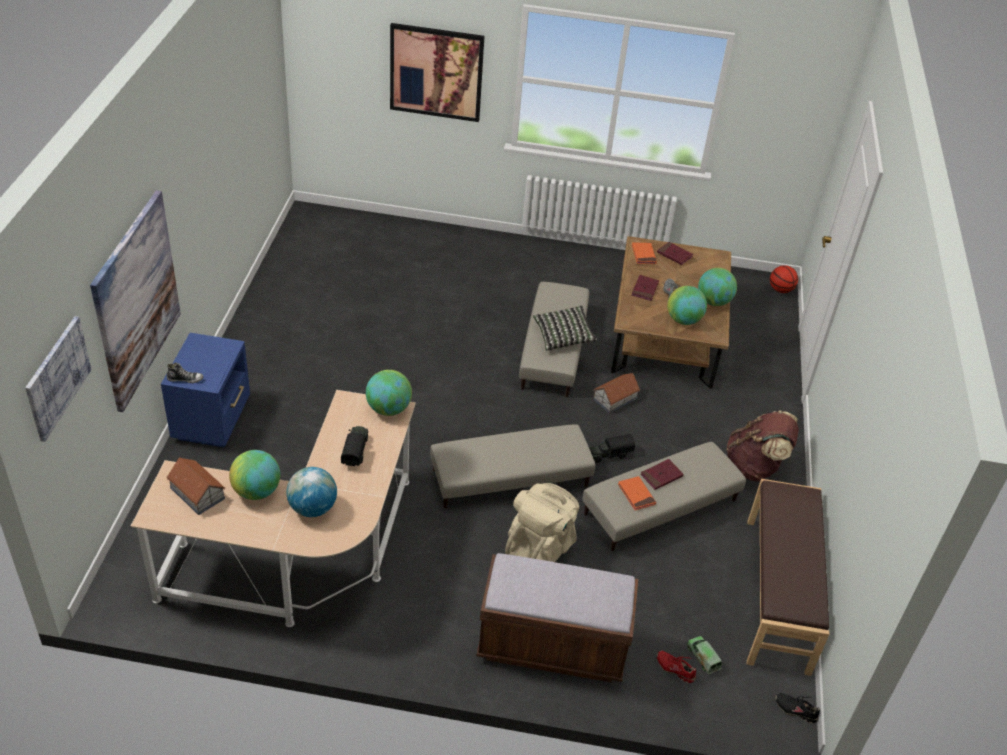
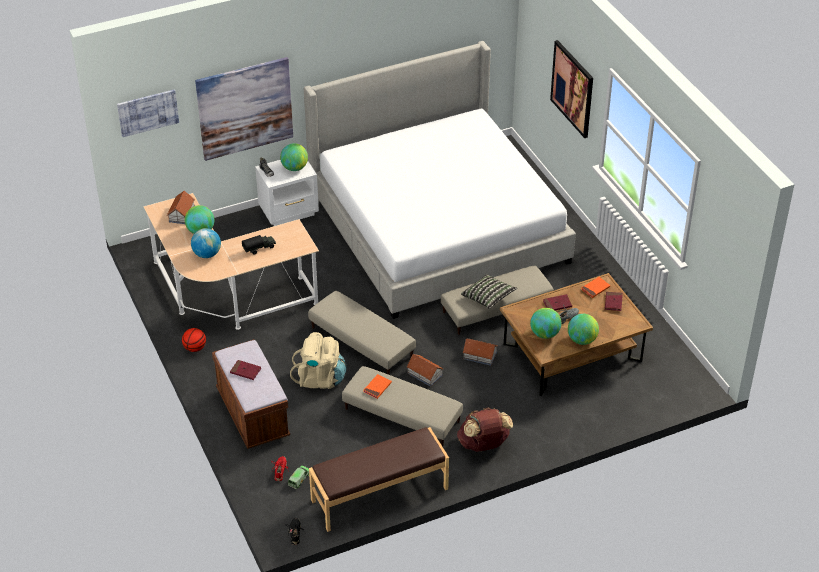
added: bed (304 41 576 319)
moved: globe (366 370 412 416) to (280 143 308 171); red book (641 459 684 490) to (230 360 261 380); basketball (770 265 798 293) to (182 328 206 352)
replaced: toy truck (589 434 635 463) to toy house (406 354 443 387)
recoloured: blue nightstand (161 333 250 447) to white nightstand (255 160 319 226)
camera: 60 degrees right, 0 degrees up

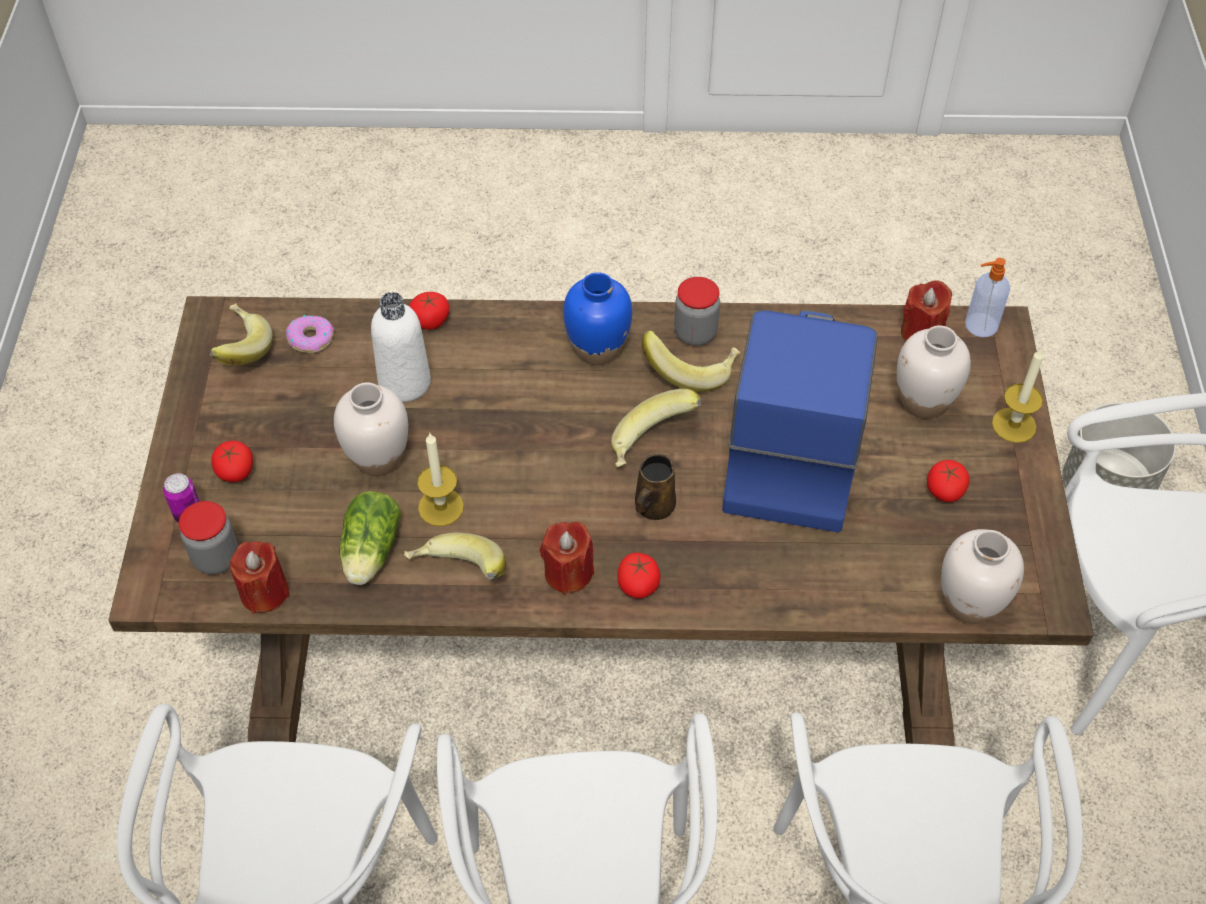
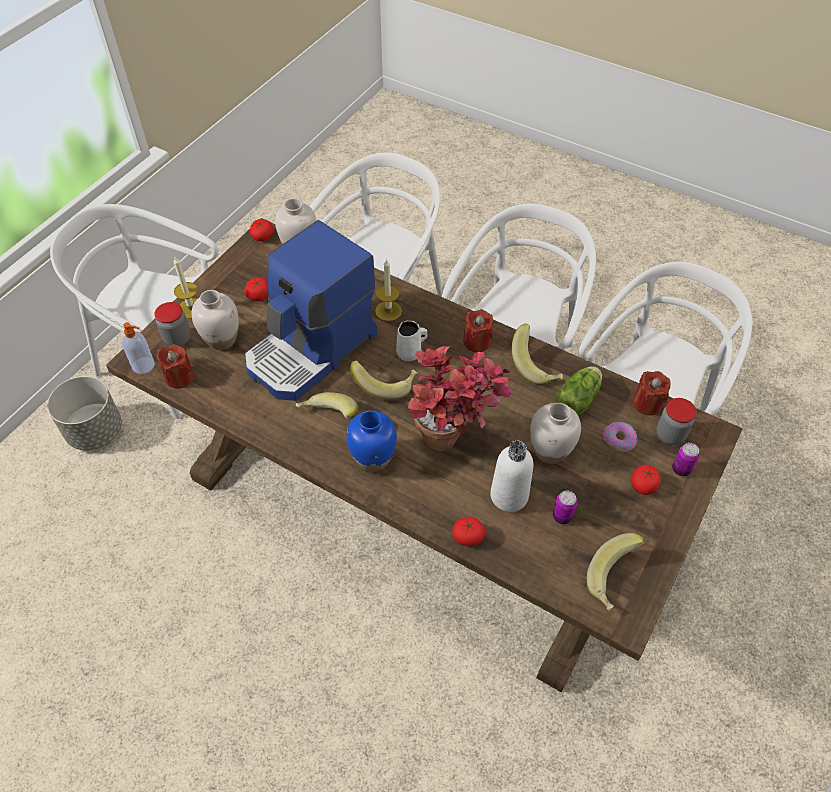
added: potted plant (408 346 511 452); can (553 491 577 524)
moved: donut (286 315 334 353) to (603 422 637 452); candle (417 433 464 526) to (375 260 402 321); tomato (618 553 660 599) to (250 219 274 241); jar (674 277 720 346) to (154 302 191 346)
recoloured: brown mug (635 454 676 520) to white mug (396 320 427 361)
camera: 150 degrees left, 0 degrees up

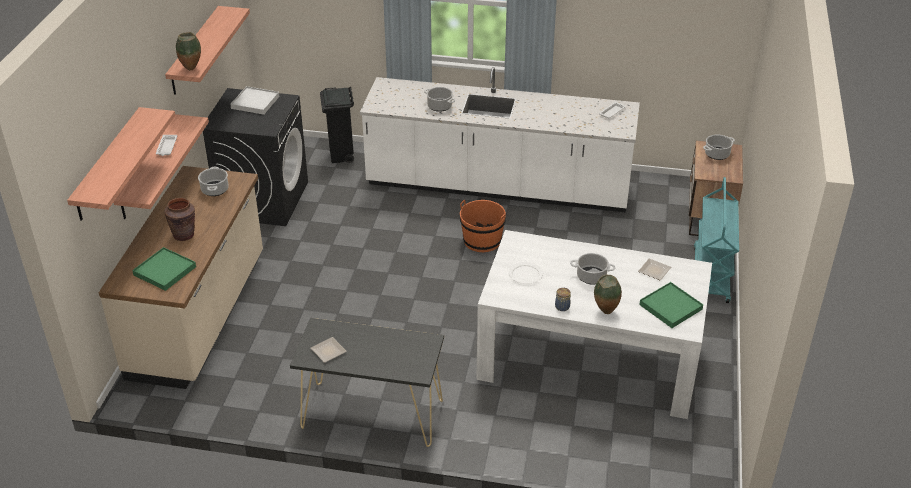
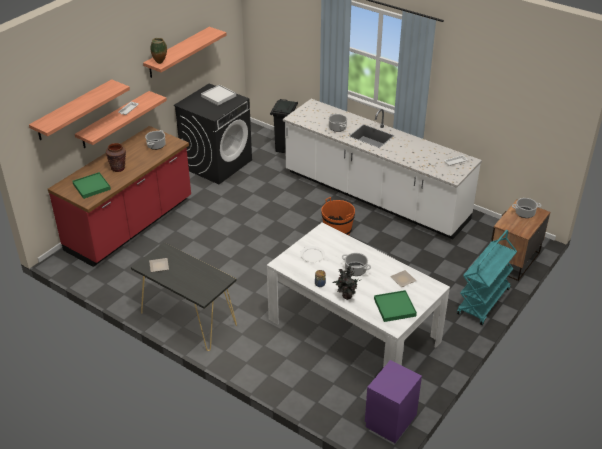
added: purple nightstand (365 360 422 443)
replaced: vase (594 275 622 314) to potted plant (332 264 362 300)
recoloured: beige counter (99 166 263 389) to red counter (48 126 191 267)
camera: 25 degrees right, 0 degrees up

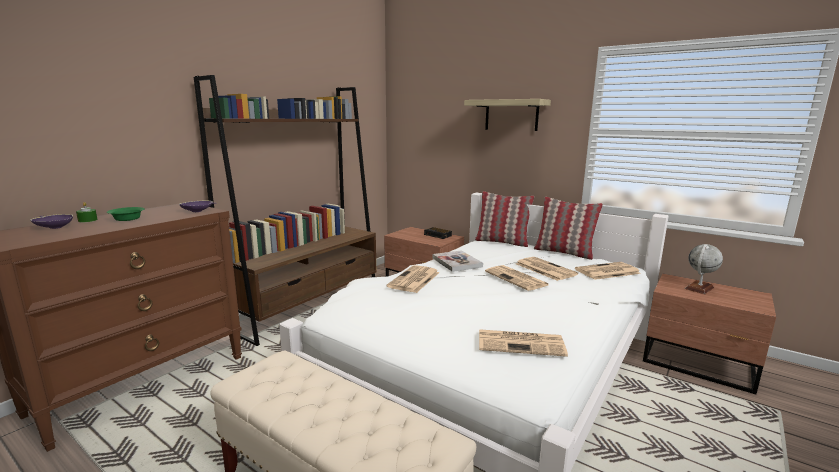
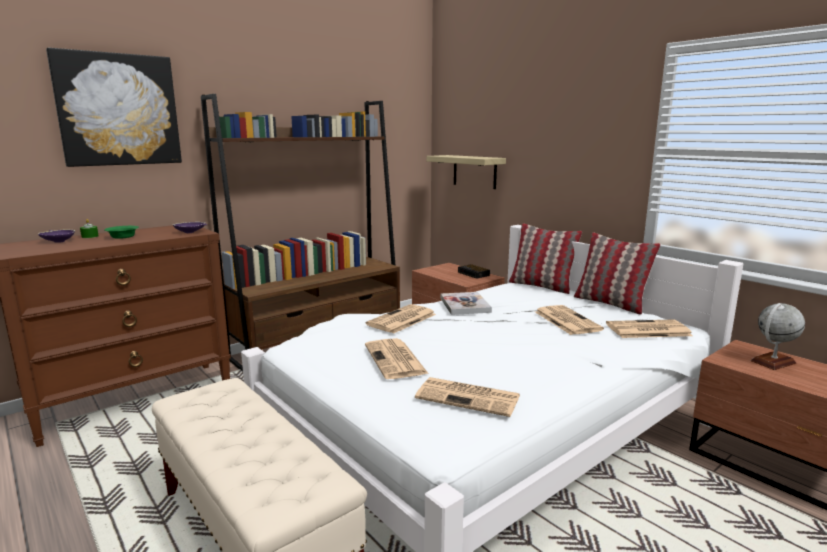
added: picture (46 48 182 167)
moved: shelf (464 99 551 131) to (427 155 506 189); newspaper (485 265 549 291) to (365 338 429 379)
camera: 15 degrees right, 0 degrees up

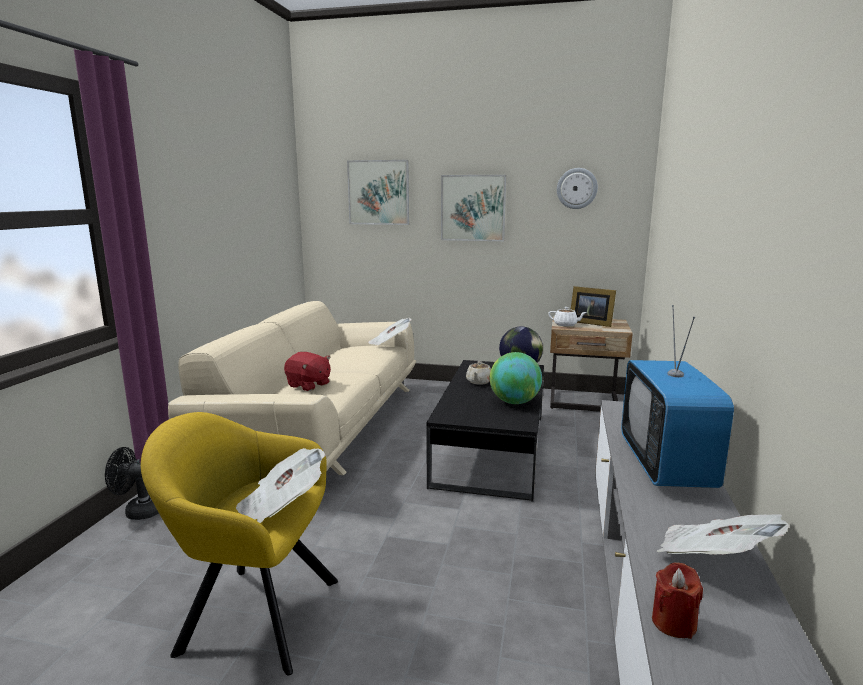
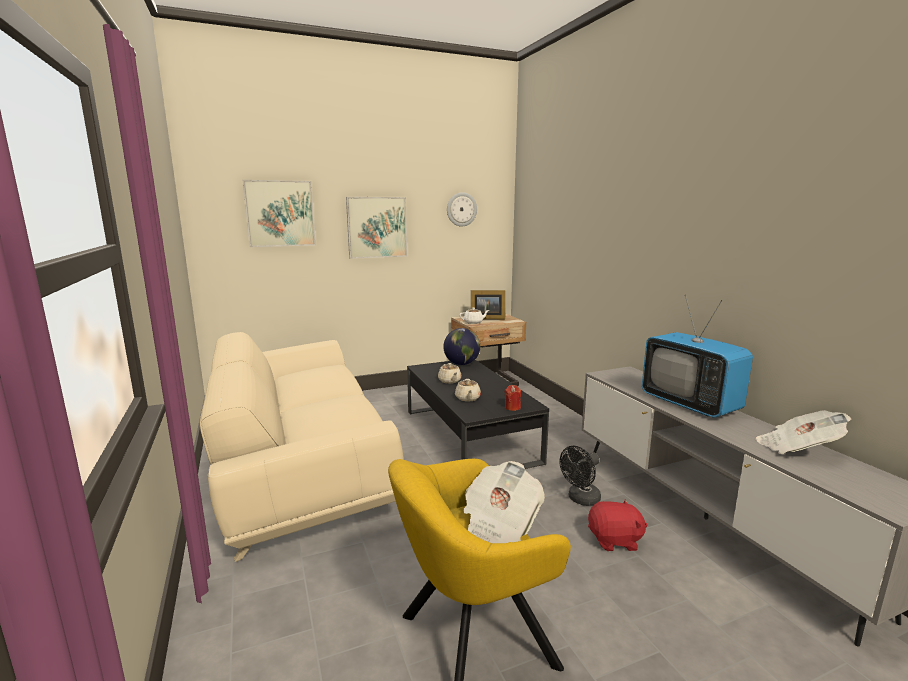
removed: newspaper (368 318 412 346); globe (490 352 542 404)
added: beige teapot (455 379 481 402)
moved: black fan (105 447 159 520) to (560 446 601 506); red plush toy (284 352 331 391) to (588 499 648 551); red candle (652 562 703 639) to (505 385 521 411)
camera: 35 degrees left, 0 degrees up

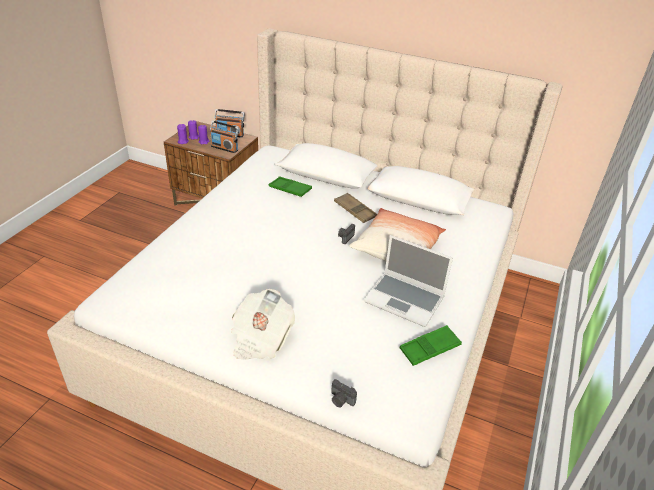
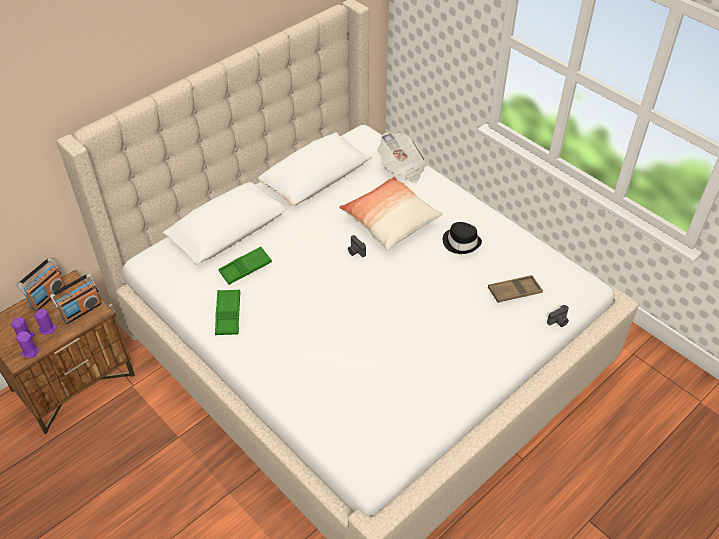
moved: newspaper (231 289 295 360) to (377 132 427 183); brown tray (334 193 377 223) to (488 275 543 303); green tray (400 325 462 366) to (215 289 240 335)
replaced: laptop (364 235 453 327) to black hat (443 222 482 254)
camera: 65 degrees left, 10 degrees up

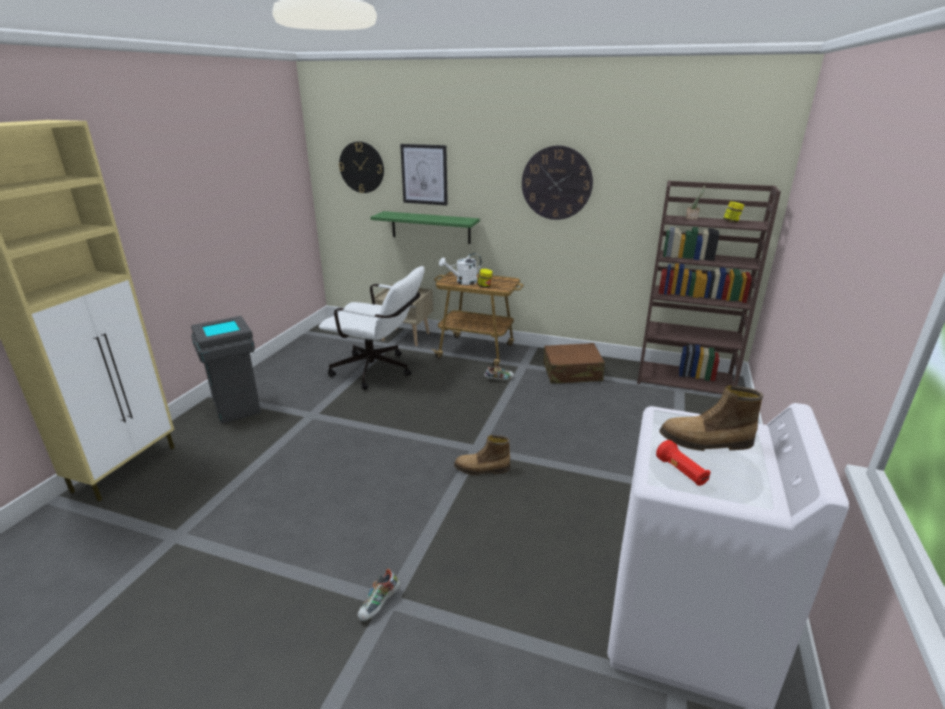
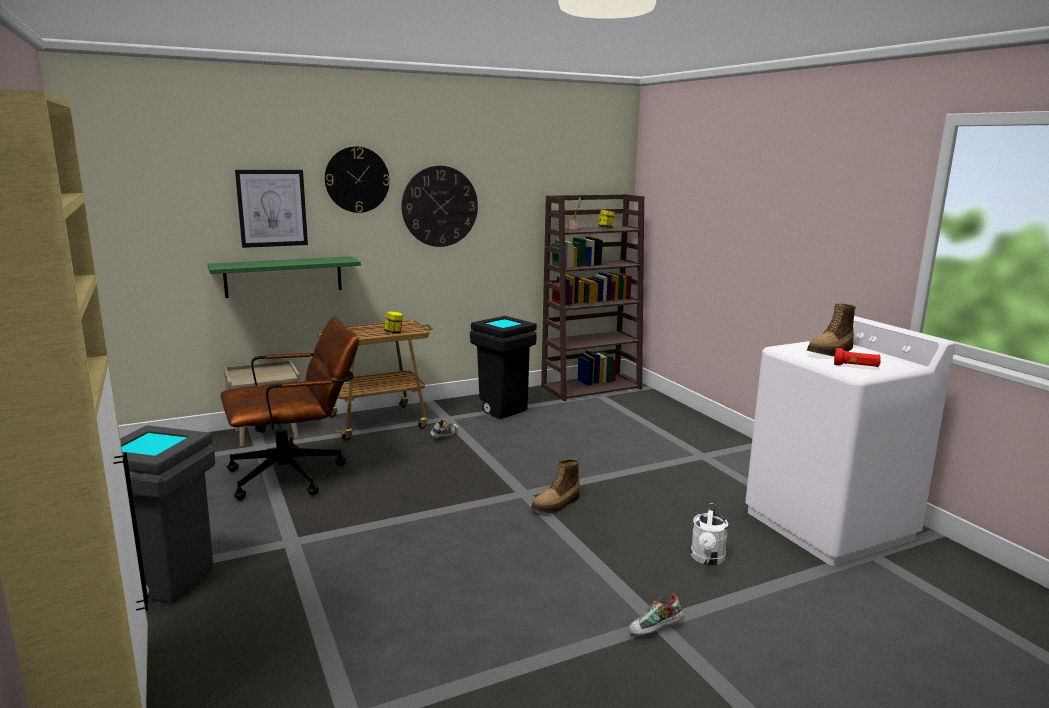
moved: wall clock (339 142 384 193) to (325 146 390 213); white watering can (439 253 481 285) to (690 503 728 565)
replaced: brown suitcase (543 343 605 384) to black trash can (470 316 537 419)
recoloured: white office chair (319 266 425 390) to brown office chair (220 316 359 500)
turned: shoe (358 568 400 621) = (629 593 684 635) 75 degrees clockwise
camera: 45 degrees left, 10 degrees down

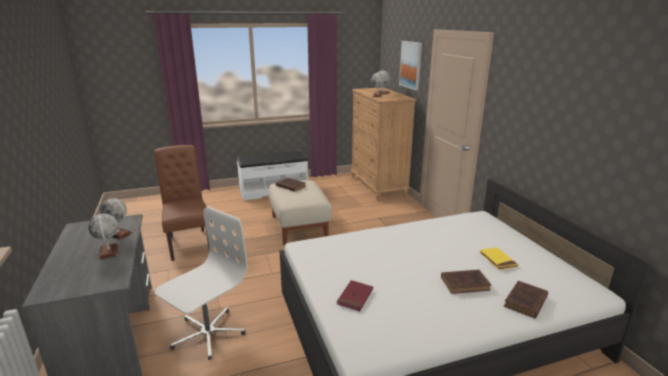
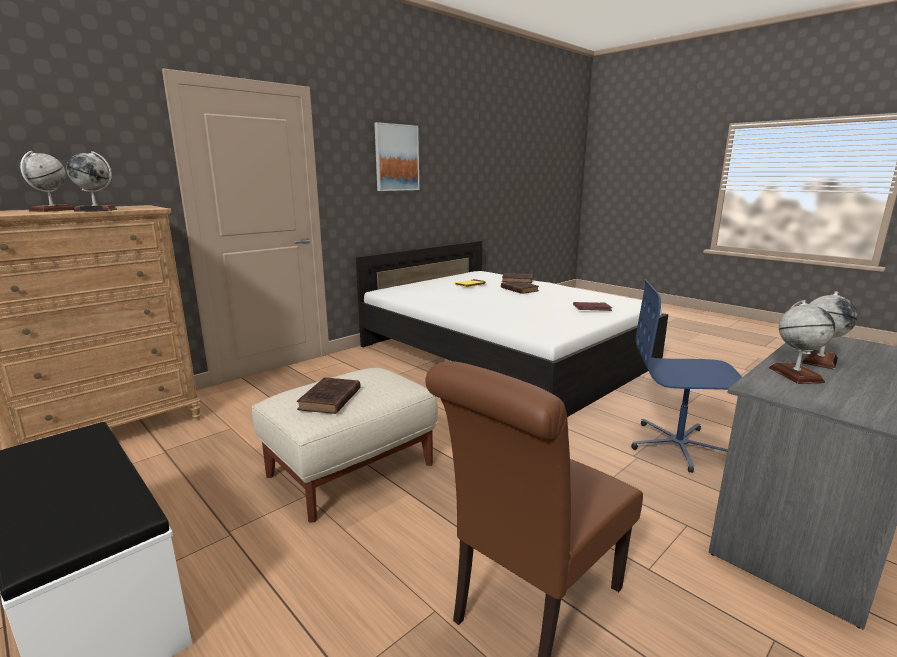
moved: picture (399 41 422 90) to (374 122 419 191)
recoloured: white office chair (155 207 247 360) to blue office chair (631 279 742 473)
camera: 115 degrees left, 5 degrees down

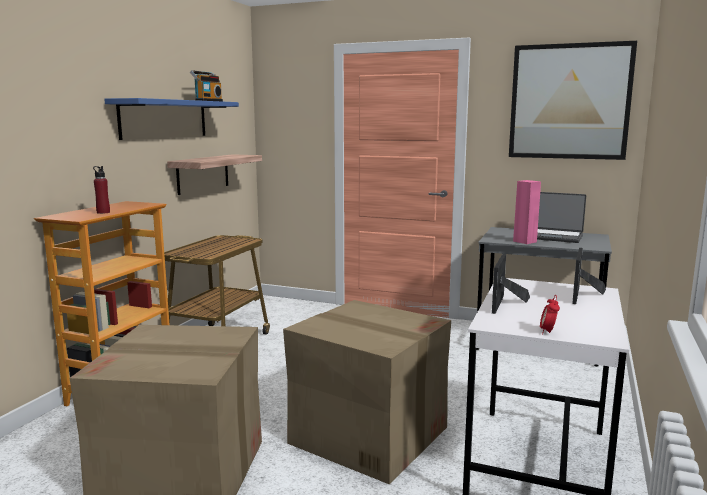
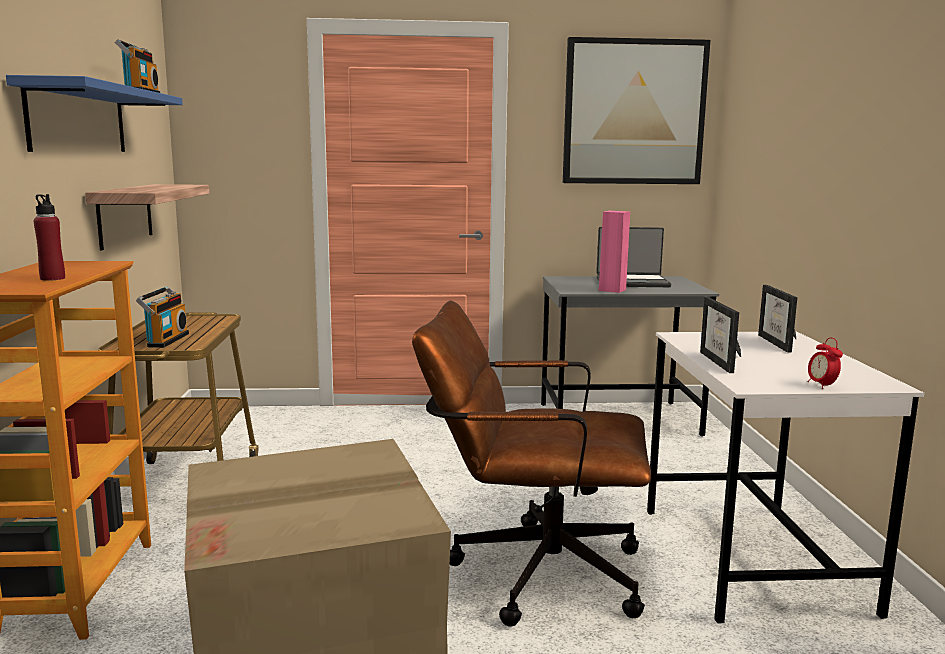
added: radio (136 286 189 348)
replaced: cardboard box (283 300 451 485) to brown office chair (412 300 651 627)
camera: 25 degrees left, 0 degrees up

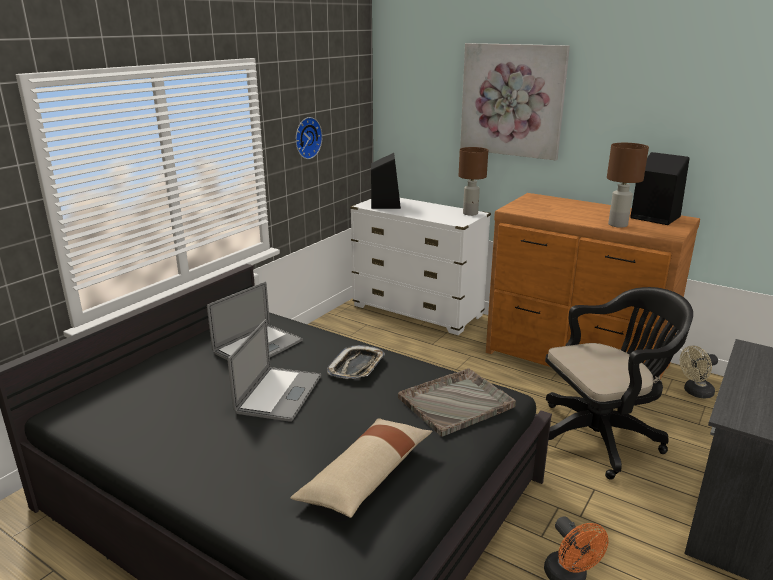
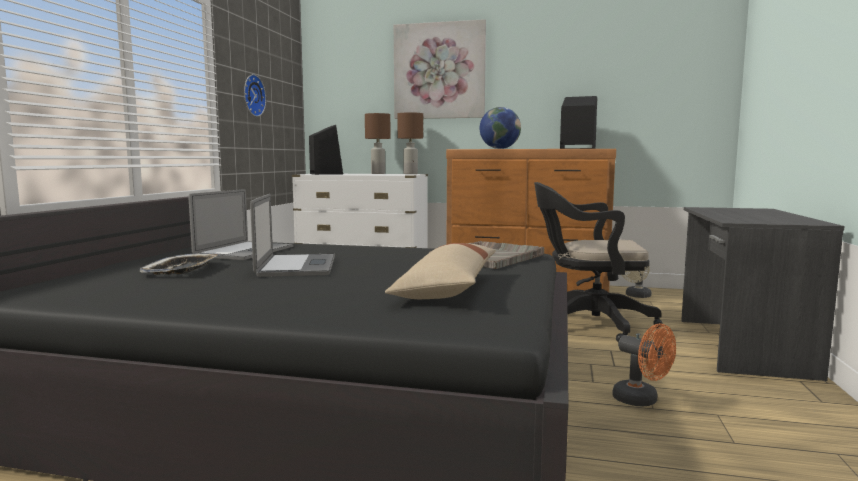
added: globe (480 107 521 149)
moved: tray (327 345 385 379) to (140 253 220 275); brown table lamp (607 143 649 228) to (365 113 391 174)
turned: black office chair (545 287 693 480) = (534 182 662 342) 135 degrees counterclockwise
camera: 20 degrees left, 15 degrees down

